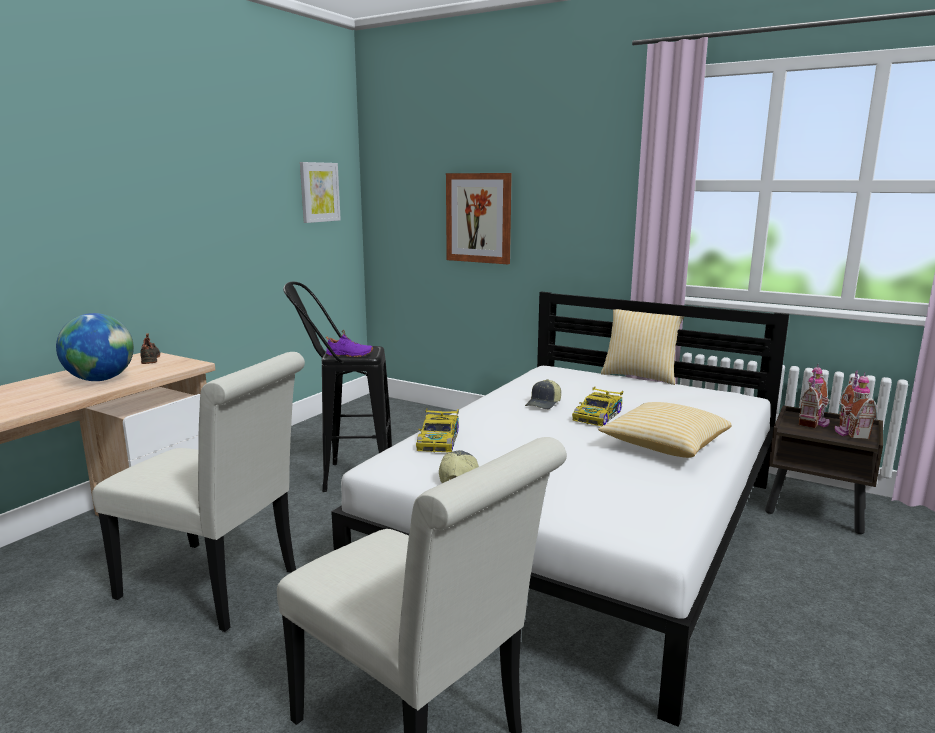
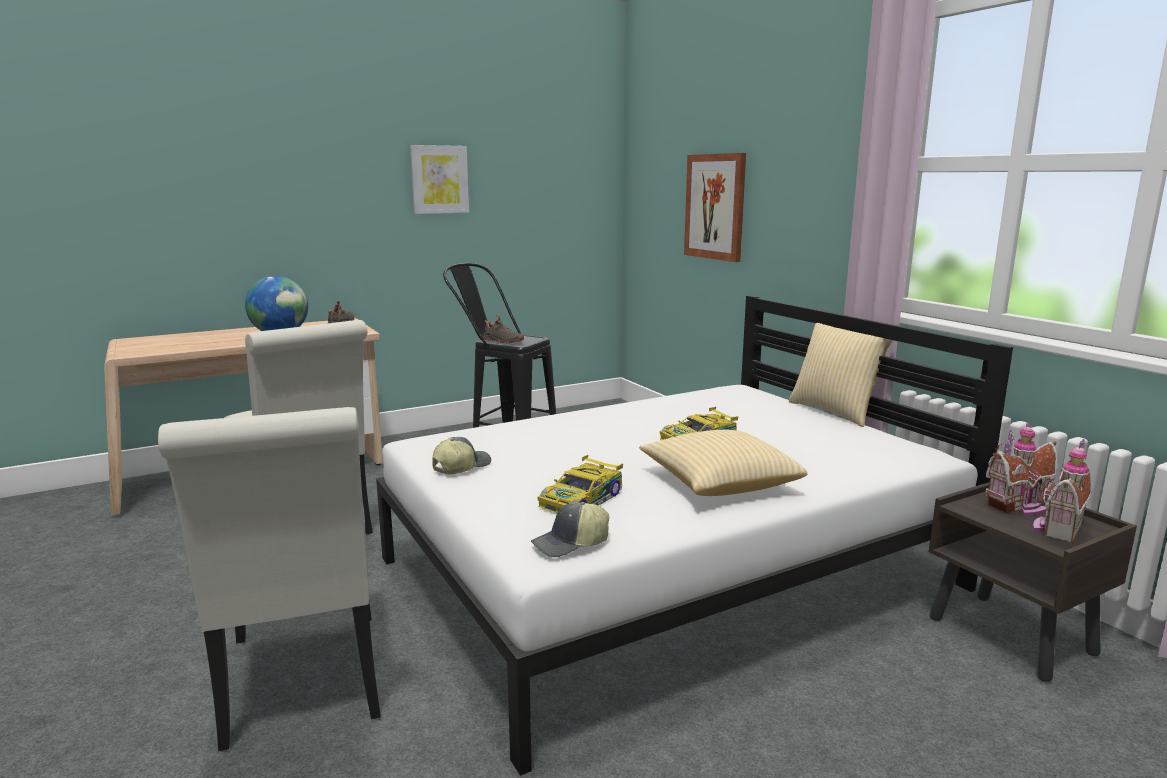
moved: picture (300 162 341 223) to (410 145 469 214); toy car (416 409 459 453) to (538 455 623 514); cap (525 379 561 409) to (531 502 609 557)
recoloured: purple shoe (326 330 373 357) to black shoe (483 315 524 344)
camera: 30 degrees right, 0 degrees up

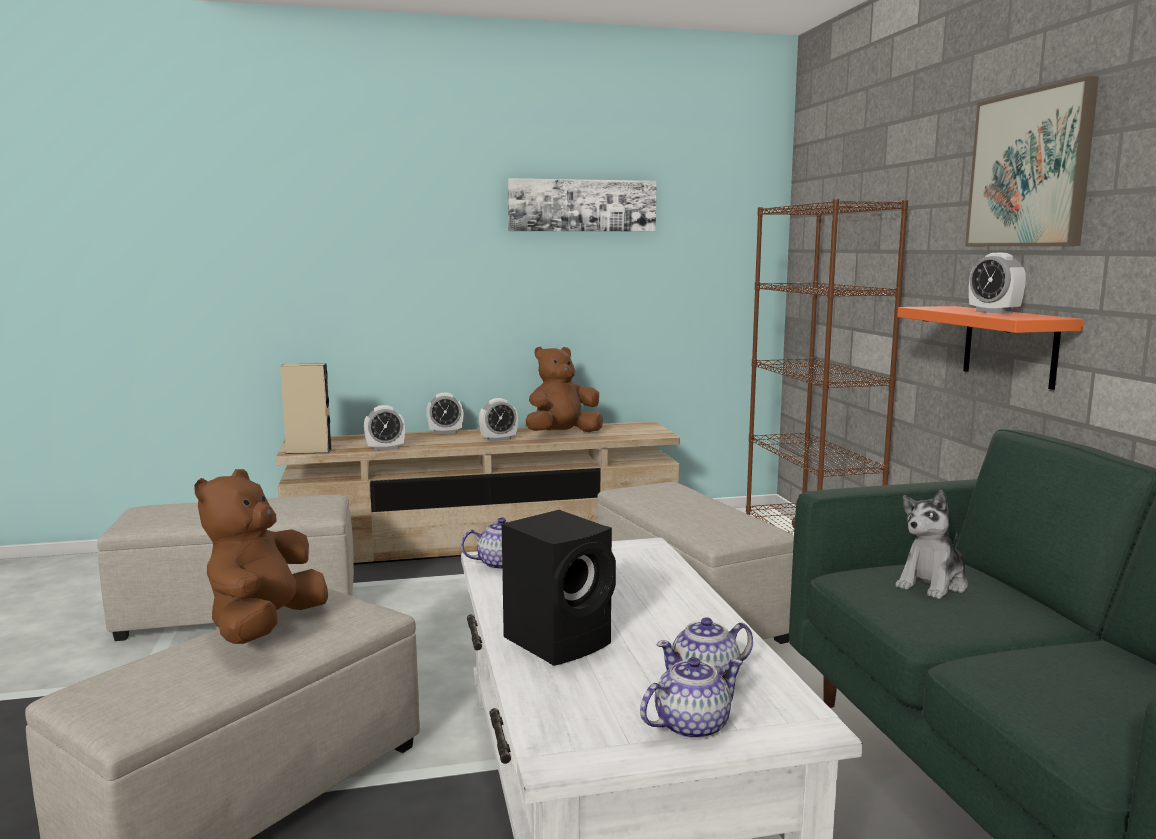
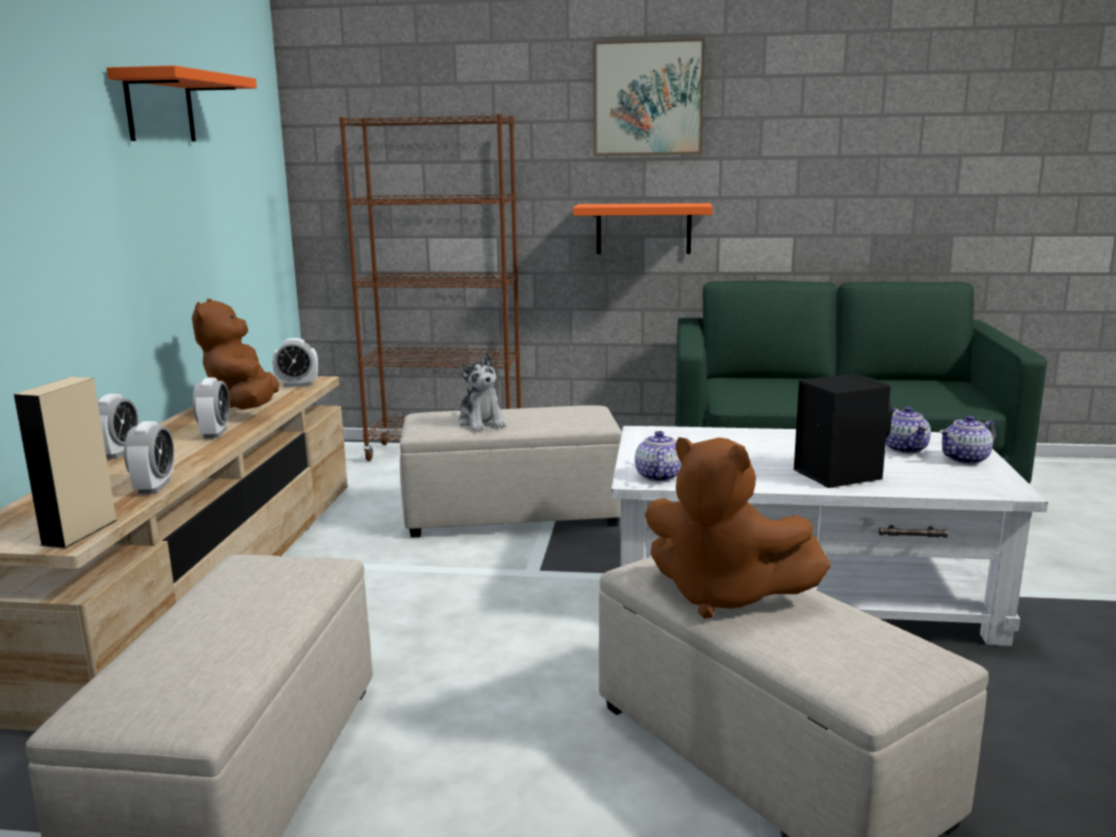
moved: plush toy (895 490 968 599) to (458 351 506 431); alarm clock (969 253 1026 314) to (272 338 318 387)
replaced: picture (508 178 657 232) to orange shelf (106 65 257 142)
turned: teapot (640 657 743 740) = (939 415 996 464) 105 degrees counterclockwise
camera: 70 degrees left, 5 degrees up

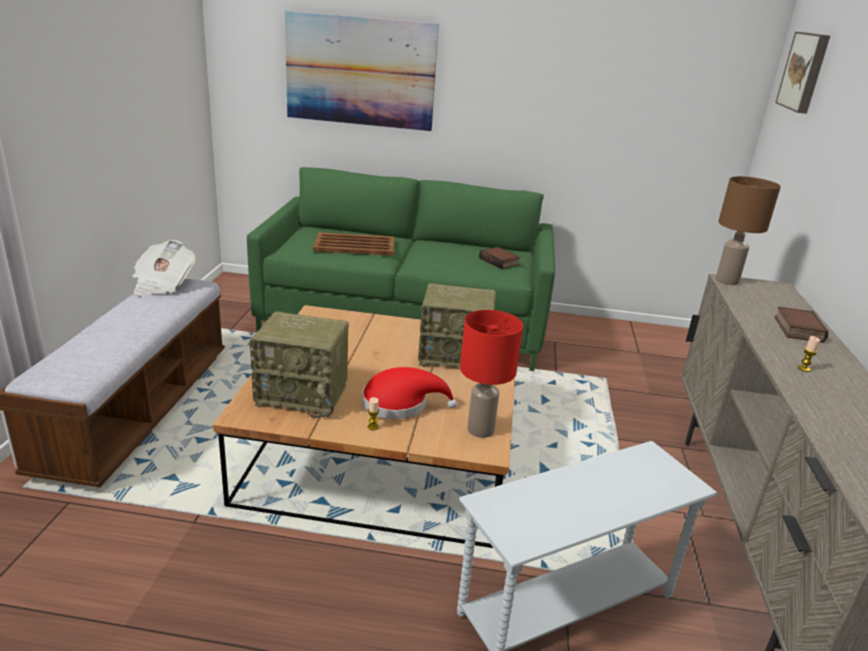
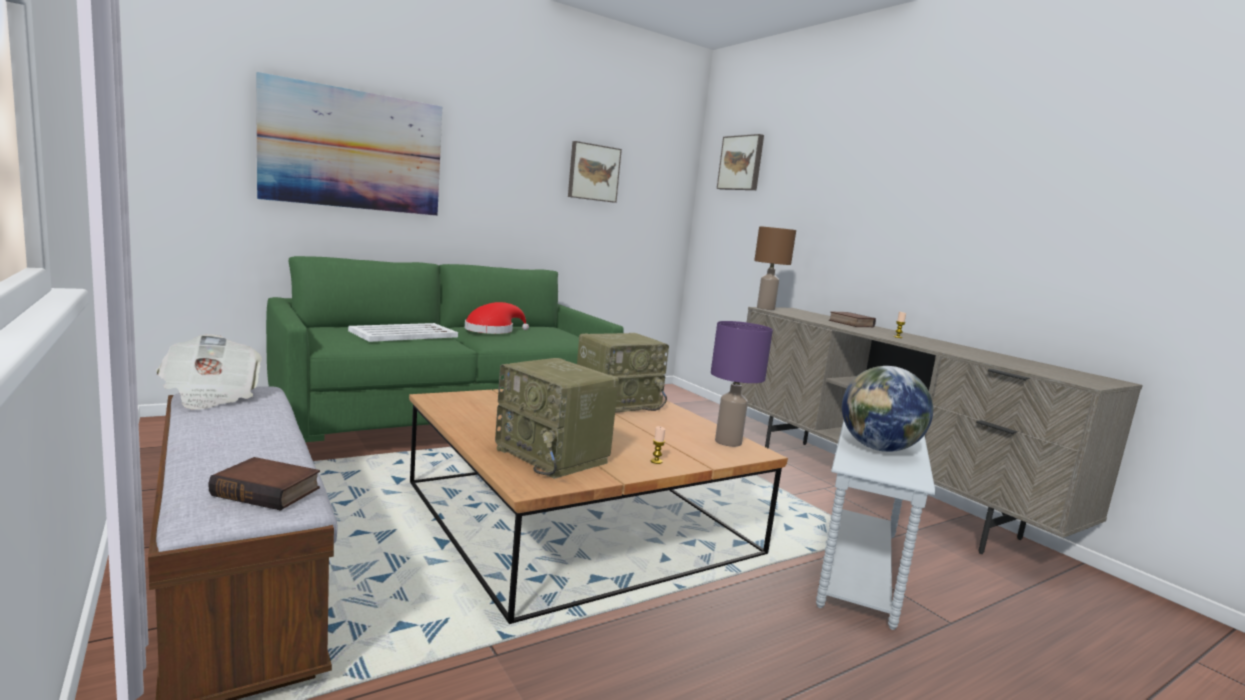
added: picture (568 141 622 203); globe (842 366 933 452)
moved: red hat (362 367 457 419) to (465 302 529 334); book (479 247 520 269) to (209 457 320 511)
recoloured: brown tray (313 232 394 256) to white tray (348 323 458 342); red table lamp (460 310 523 438) to purple table lamp (711 321 773 447)
turned: radio (250 311 349 418) = (495 358 619 479) 75 degrees clockwise
camera: 40 degrees left, 15 degrees down

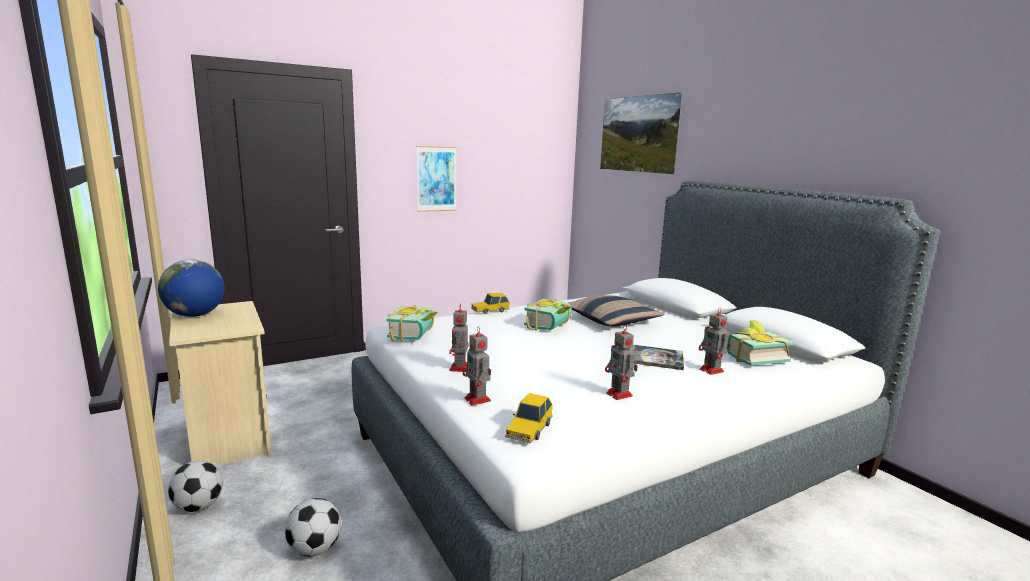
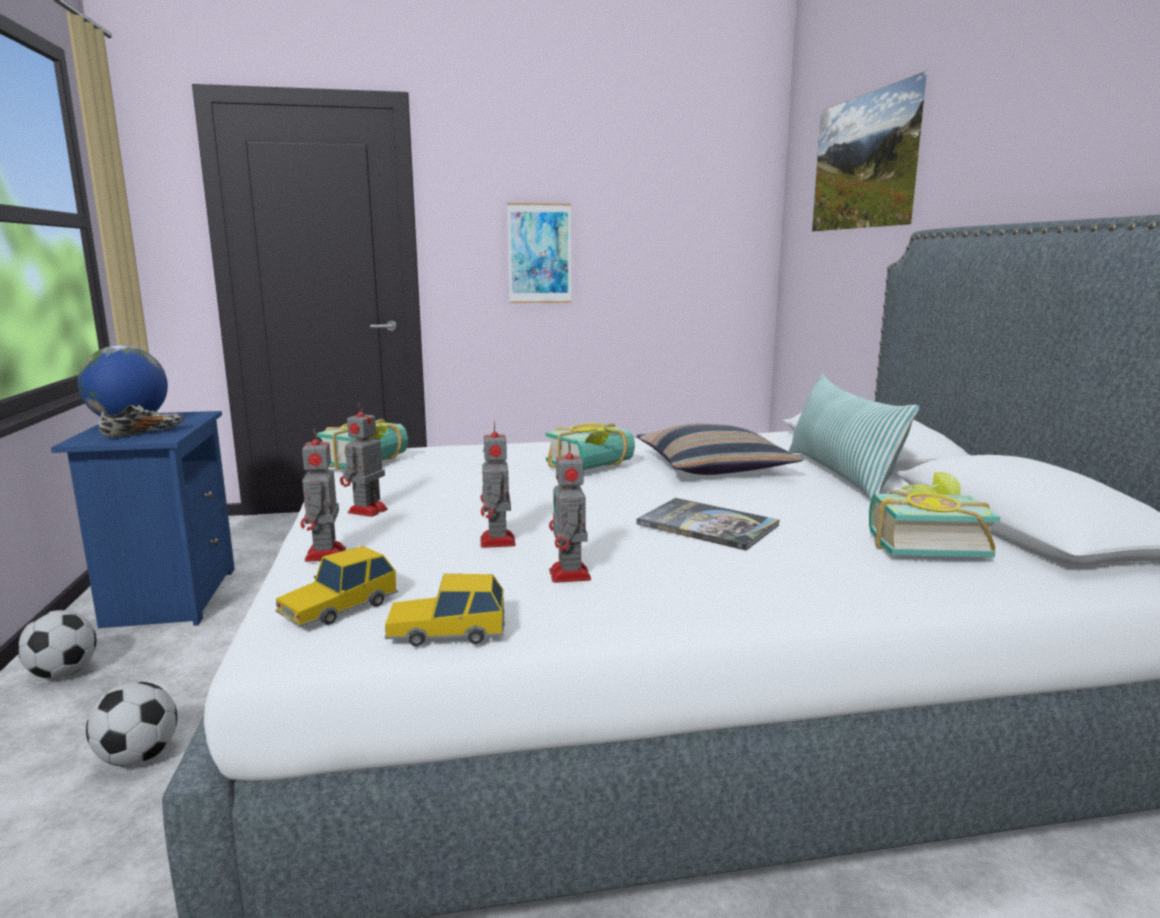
added: shoe (99 405 184 437); pillow (789 374 920 500)
moved: toy car (471 293 509 314) to (385 574 505 646); toy robot (699 307 731 375) to (481 421 516 548)
recoloured: beige nightstand (169 301 272 466) to blue nightstand (51 411 235 628)
camera: 20 degrees right, 0 degrees up

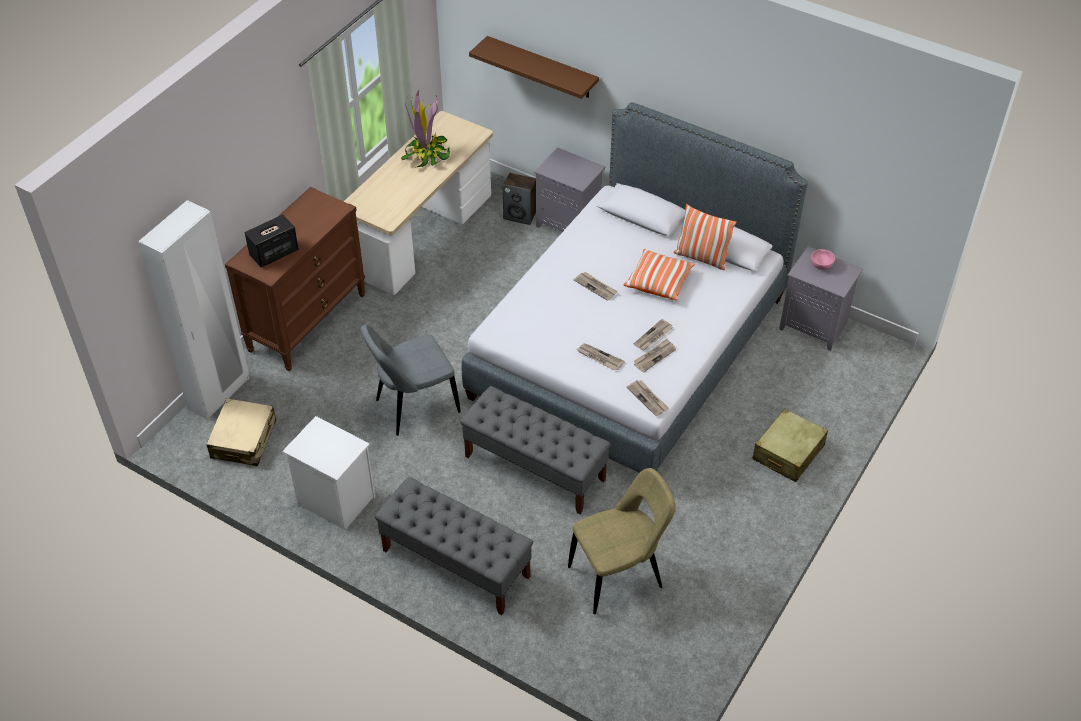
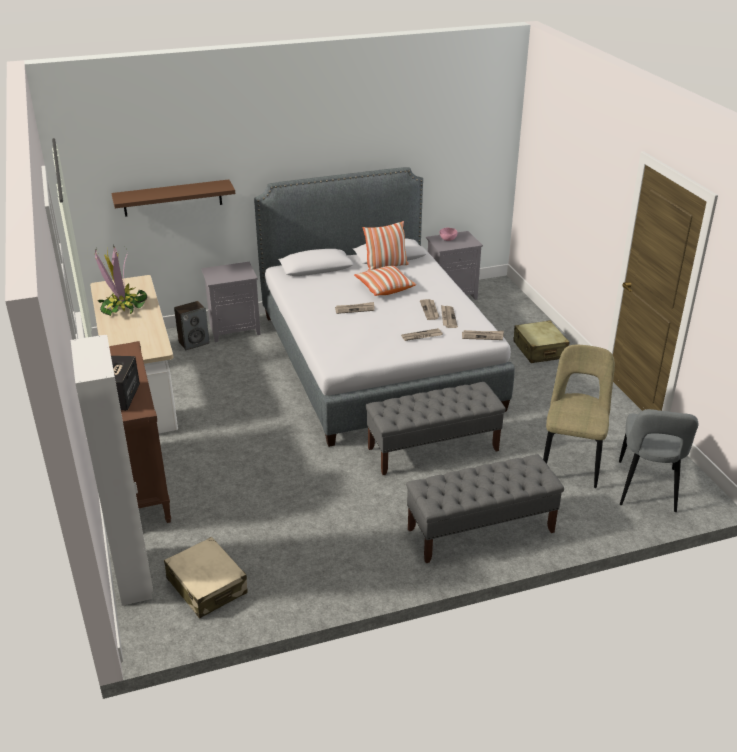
removed: white nightstand (283 416 375 530)
moved: grey chair (361 324 461 436) to (619 409 698 512)
camera: 50 degrees left, 15 degrees down

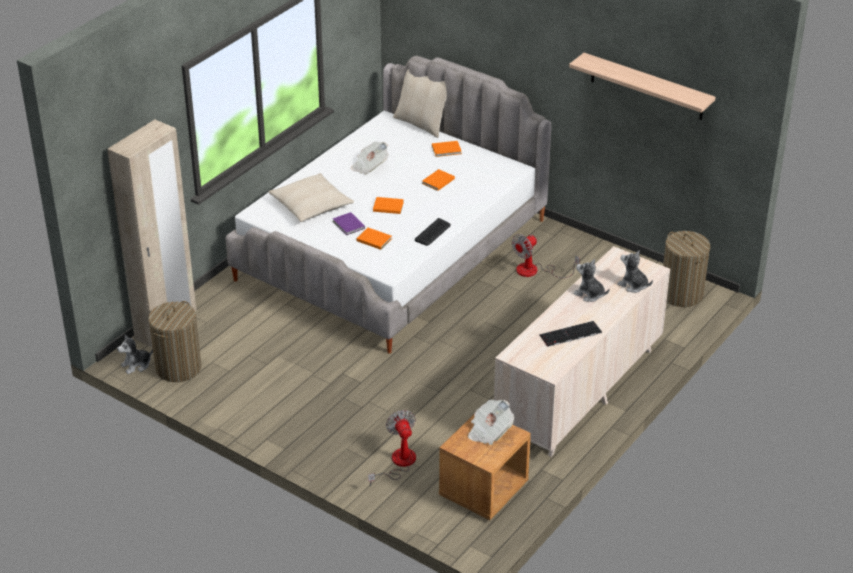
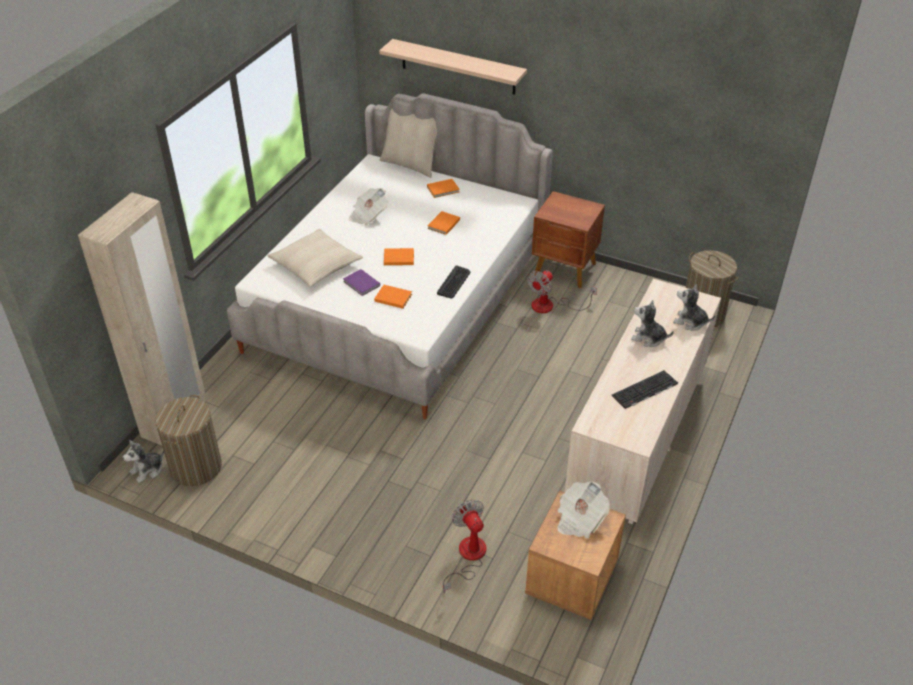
added: brown nightstand (532 191 605 288)
moved: shelf (569 53 716 120) to (379 39 527 95)
camera: 10 degrees left, 5 degrees up

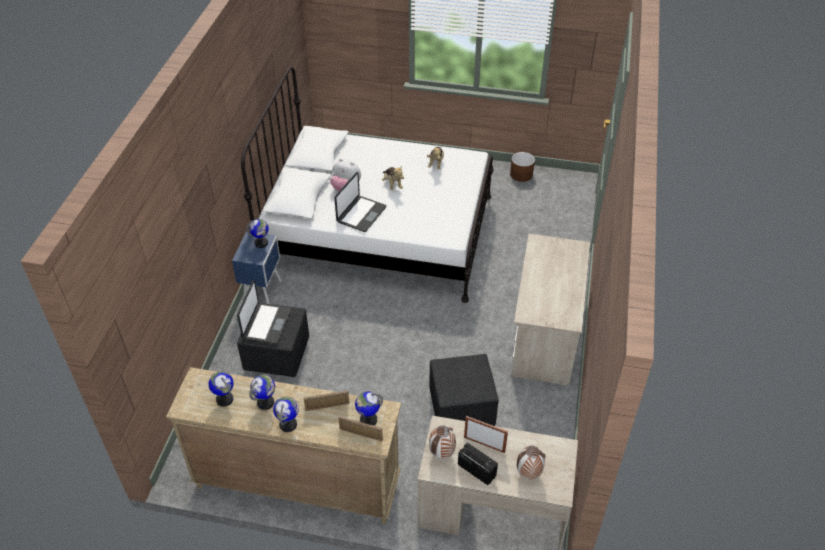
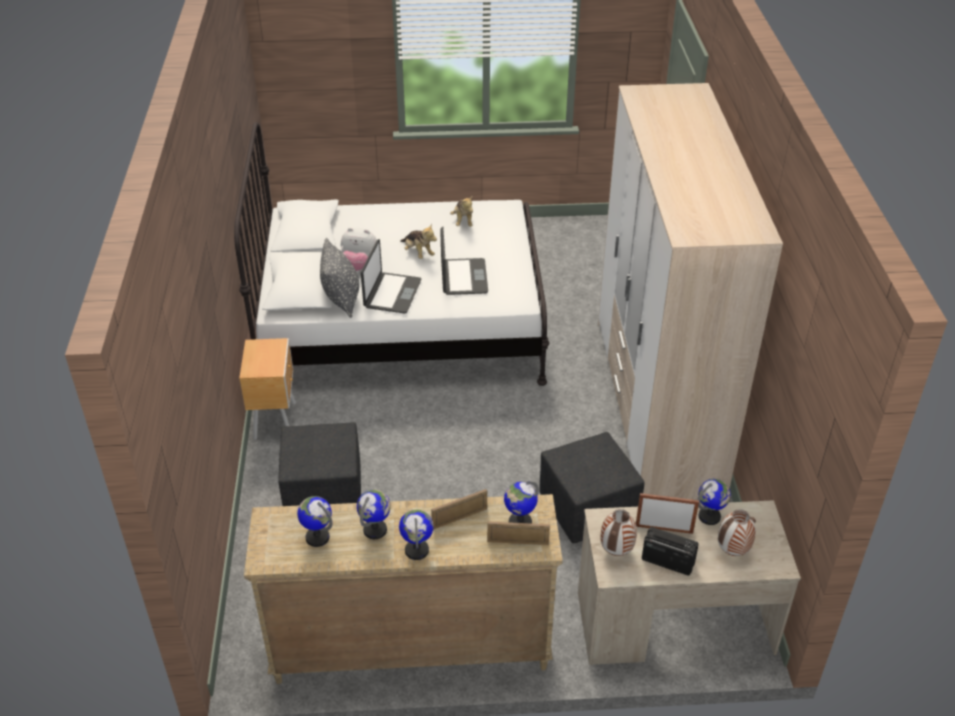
removed: brown planter (510 152 535 182)
added: grey pillow (320 238 359 318)
moved: laptop (237 280 291 344) to (440 227 488 295); globe (246 219 269 248) to (697 479 731 525)
replaced: beige desk (511 234 590 386) to wardrobe (598 83 783 500)
recoloured: blue nightstand (232 231 282 304) to brown nightstand (239 338 296 440)
camera: 15 degrees left, 5 degrees down

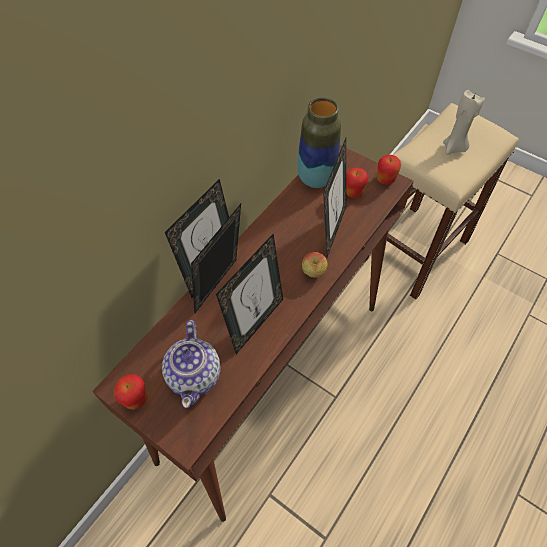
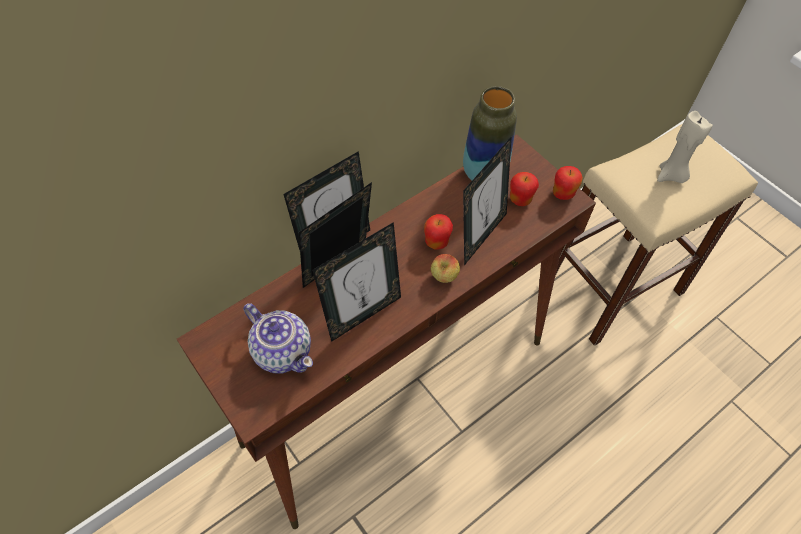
moved: apple (114 374 148 410) to (424 214 453 249)
turned: teapot (162 320 221 408) = (243 303 313 374) 60 degrees counterclockwise
camera: 15 degrees right, 0 degrees up

